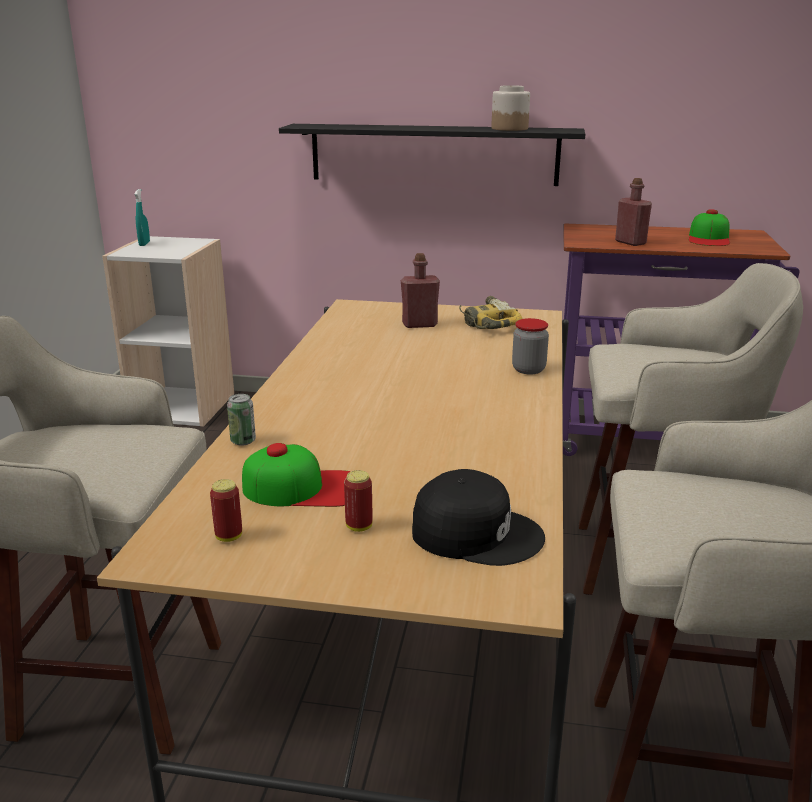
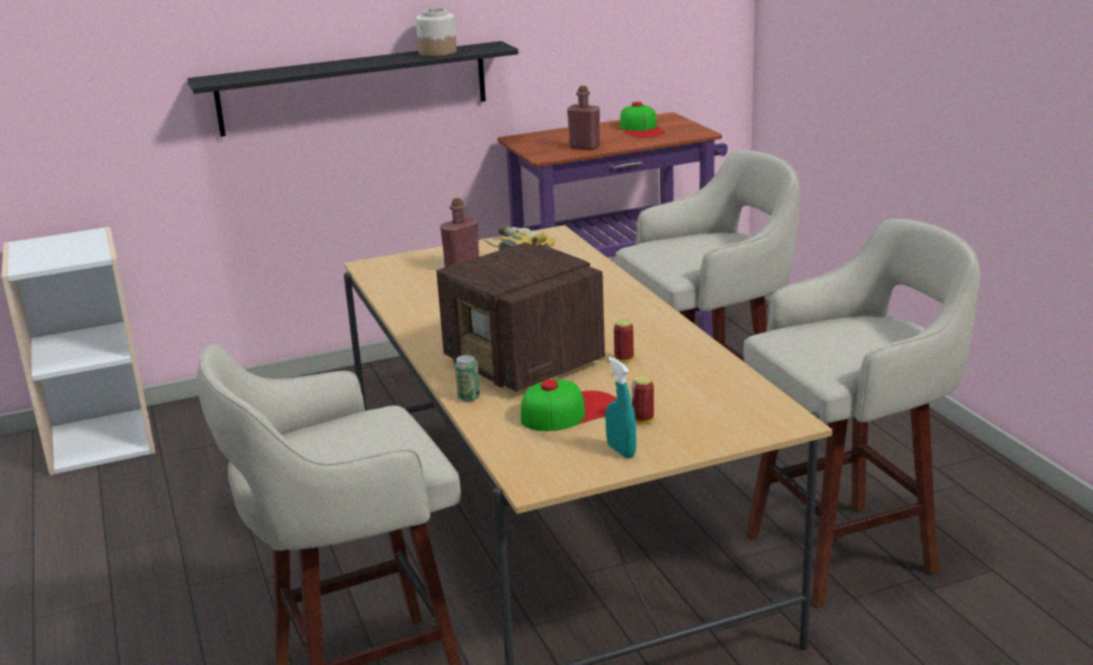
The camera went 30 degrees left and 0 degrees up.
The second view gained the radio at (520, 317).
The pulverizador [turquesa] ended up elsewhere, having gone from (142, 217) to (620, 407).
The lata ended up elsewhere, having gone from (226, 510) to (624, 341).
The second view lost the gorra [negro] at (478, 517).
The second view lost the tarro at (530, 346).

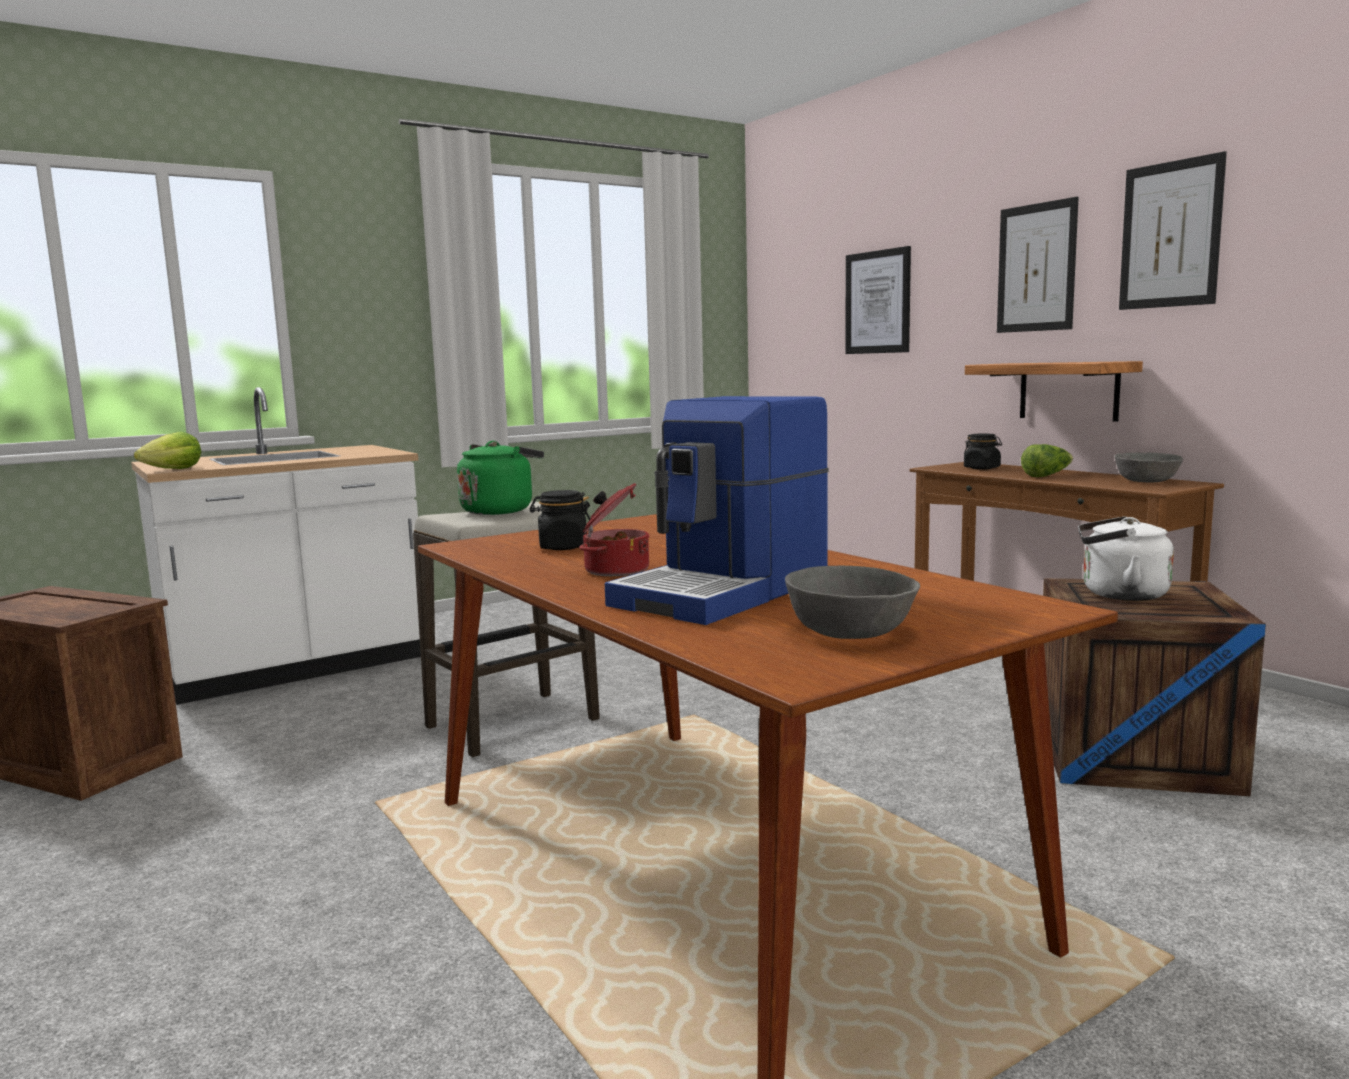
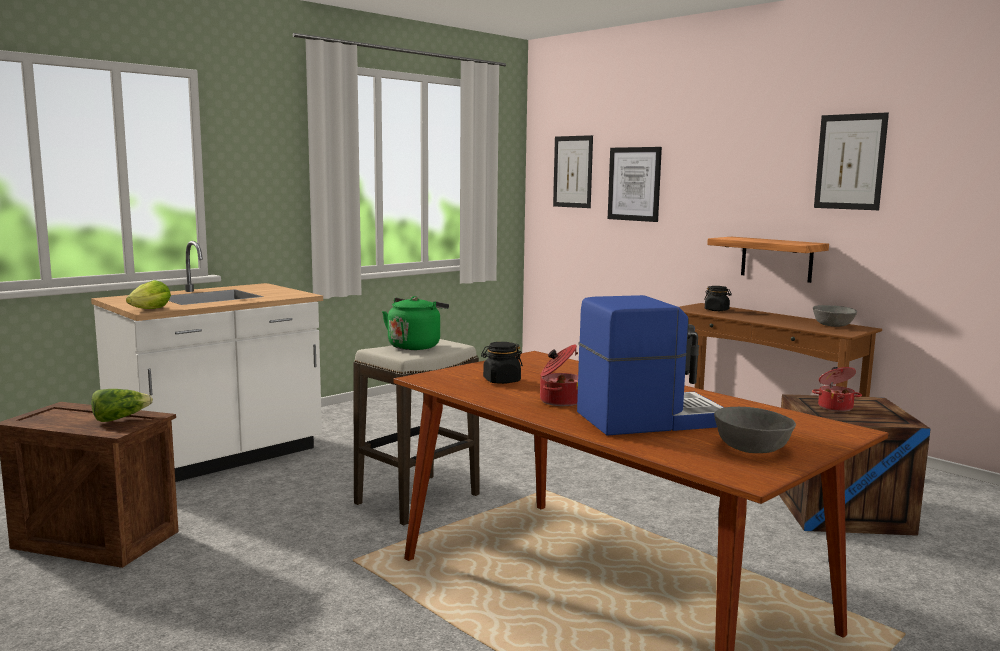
The camera went 10 degrees left and 0 degrees up.
The lechuga ended up elsewhere, having gone from (1047, 460) to (122, 405).
The cuadro ended up elsewhere, having gone from (1038, 265) to (573, 171).
The cafetera at (717, 510) ended up facing another way, 135 degrees counterclockwise from before.
Where the hervidor [blanco] stood at (1126, 558), the olla came to stand at (837, 389).

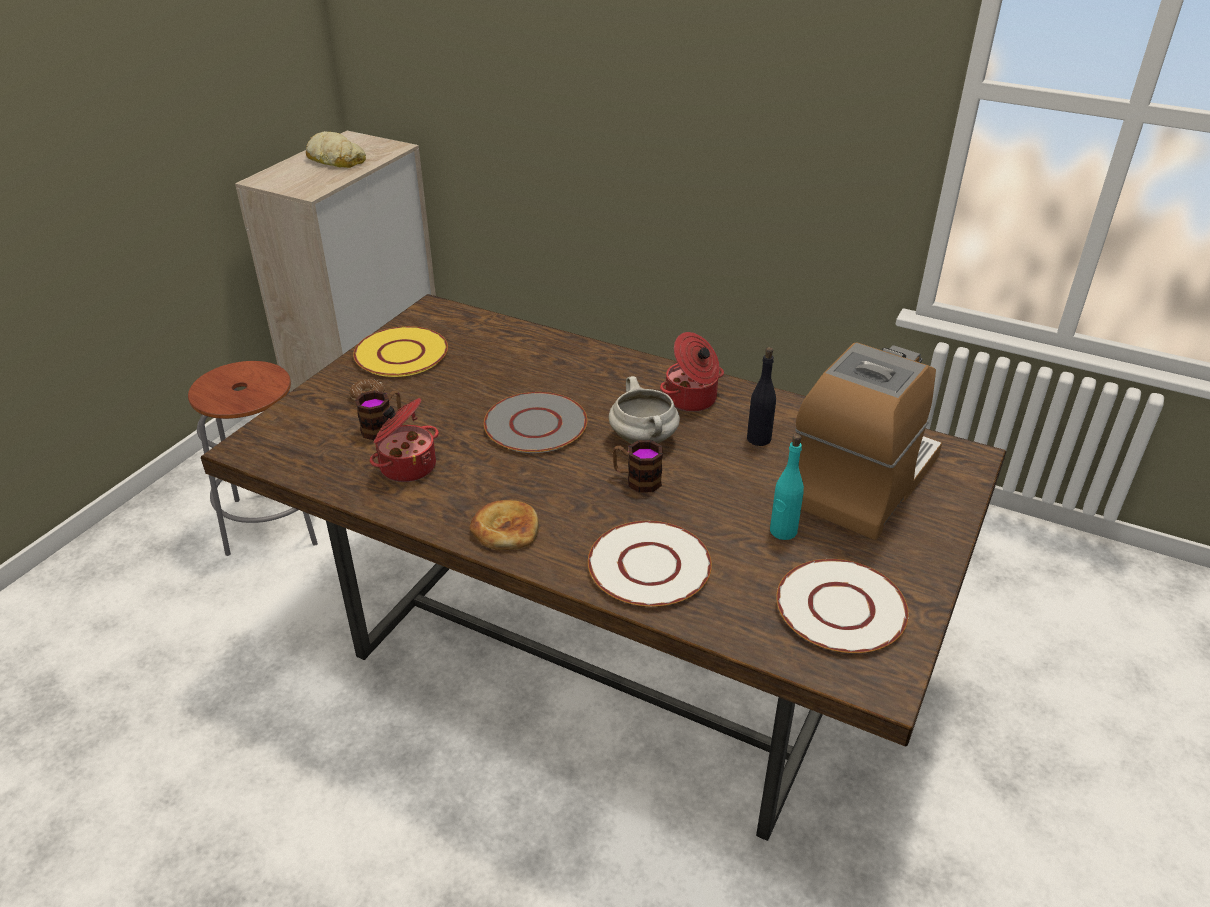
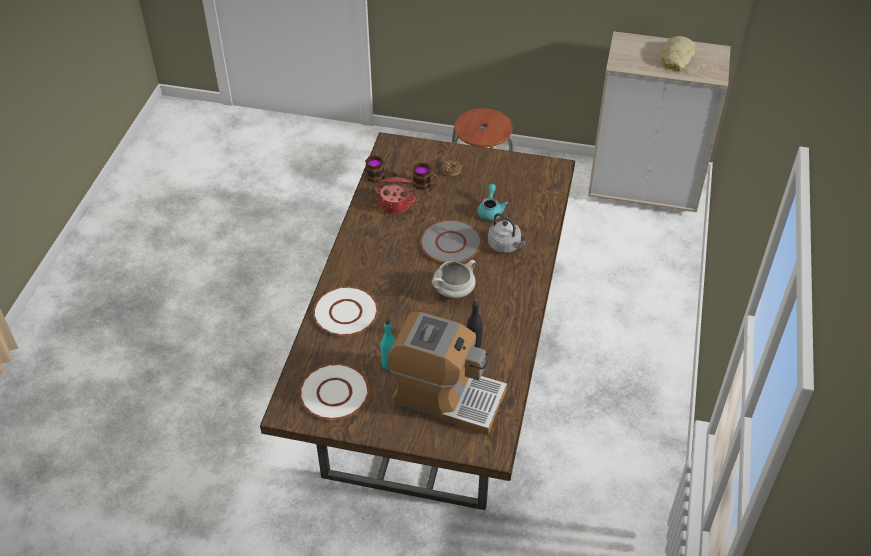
The camera went 75 degrees right and 10 degrees up.
The taza grande ended up elsewhere, having gone from (638, 466) to (374, 167).
The second view gained the tetera [turquesa] at (493, 202).
The second view gained the hervidor [gris] at (507, 233).
The second view lost the plato [amarillo] at (400, 351).
The second view lost the pan at (504, 525).
The second view lost the olla at (692, 372).

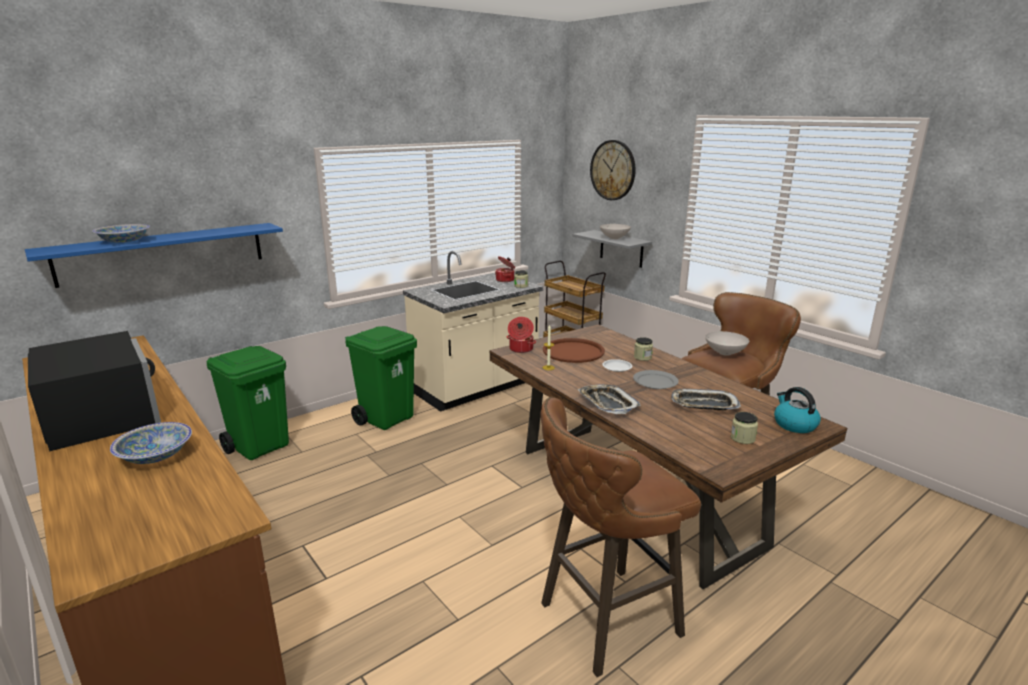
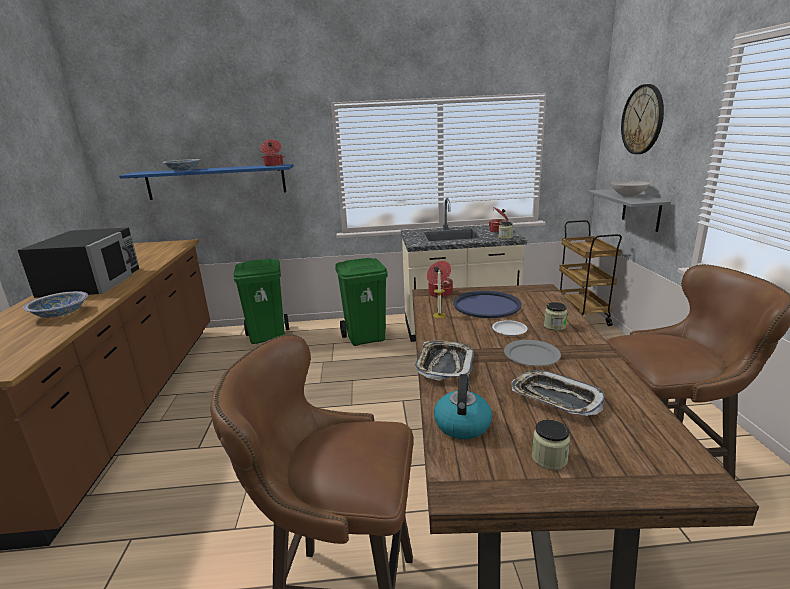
The camera went 35 degrees right and 0 degrees up.
The second view gained the olla at (273, 153).
The hervidor ended up elsewhere, having gone from (797, 410) to (463, 406).
What was the bandeja [marrón] at (574, 350) turned into the bandeja [azul] at (487, 304).
The second view lost the cuenco [blanco] at (727, 343).

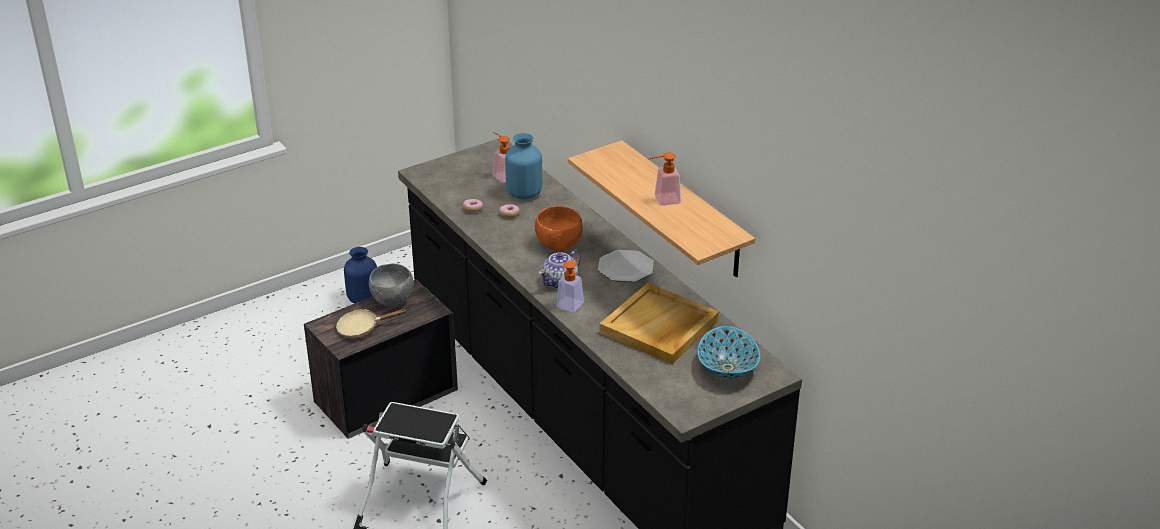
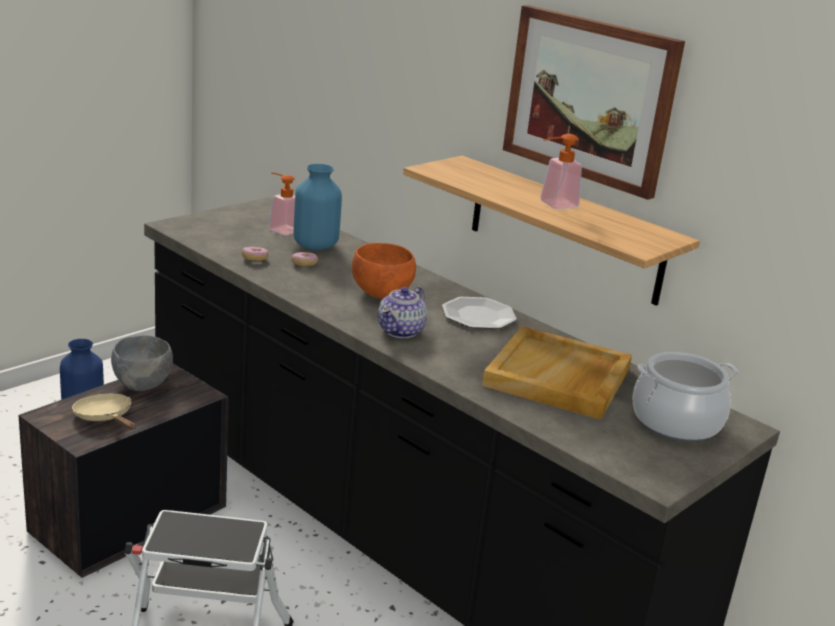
The camera went 15 degrees left and 10 degrees down.
The sartén [beis] at (371, 323) ended up facing another way, 75 degrees clockwise from before.
The second view gained the cuadro at (594, 102).
Where the cuenco stood at (728, 352), the olla came to stand at (685, 397).
The second view lost the dispensador de jabón at (570, 283).

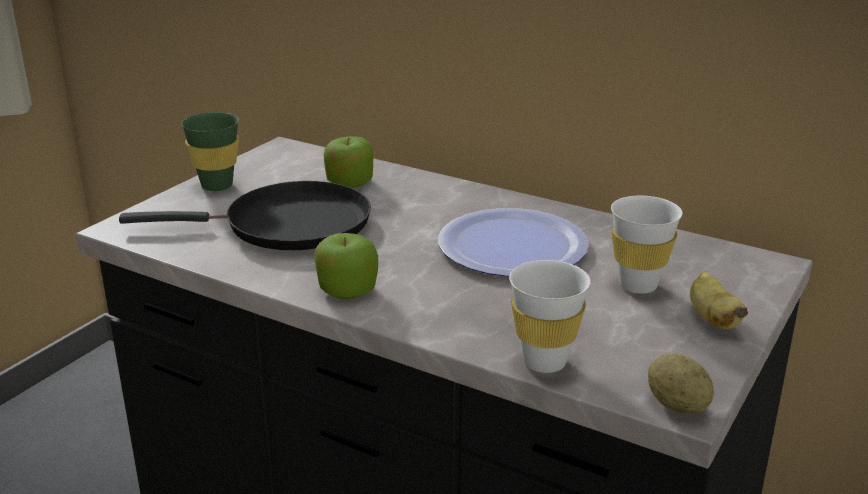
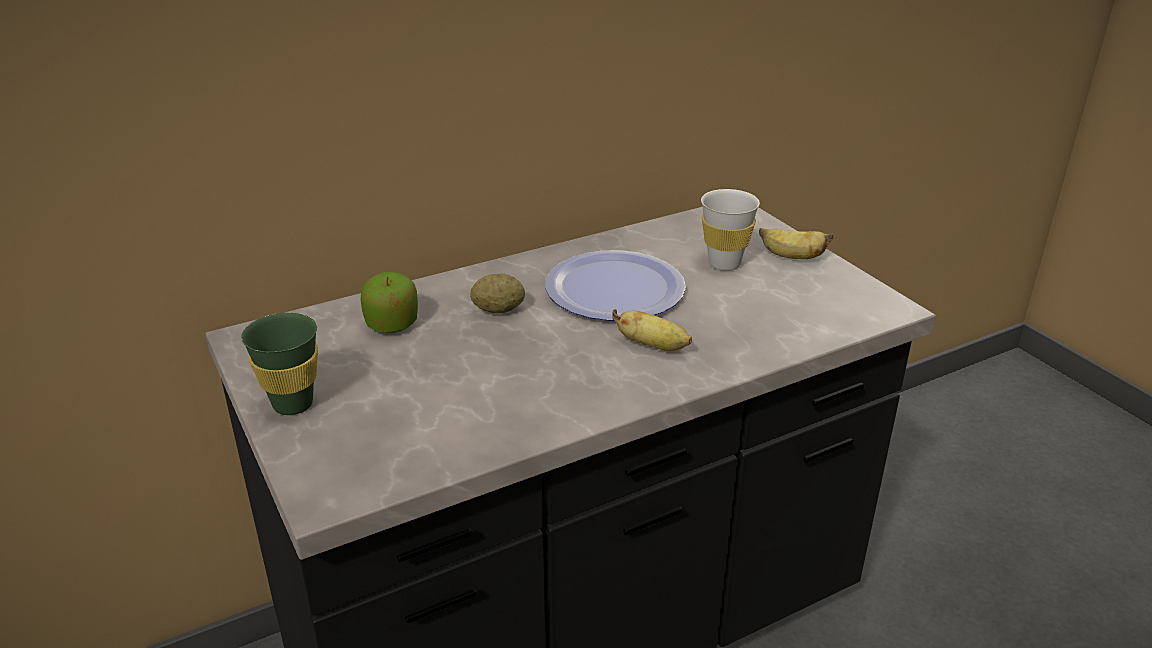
The camera went 60 degrees left and 5 degrees up.
The patata ended up elsewhere, having gone from (681, 384) to (497, 293).
The second view gained the plátano at (652, 330).
The second view lost the sartén [negro] at (245, 215).
The second view lost the manzana at (346, 266).
The second view lost the taza [blanco] at (550, 316).

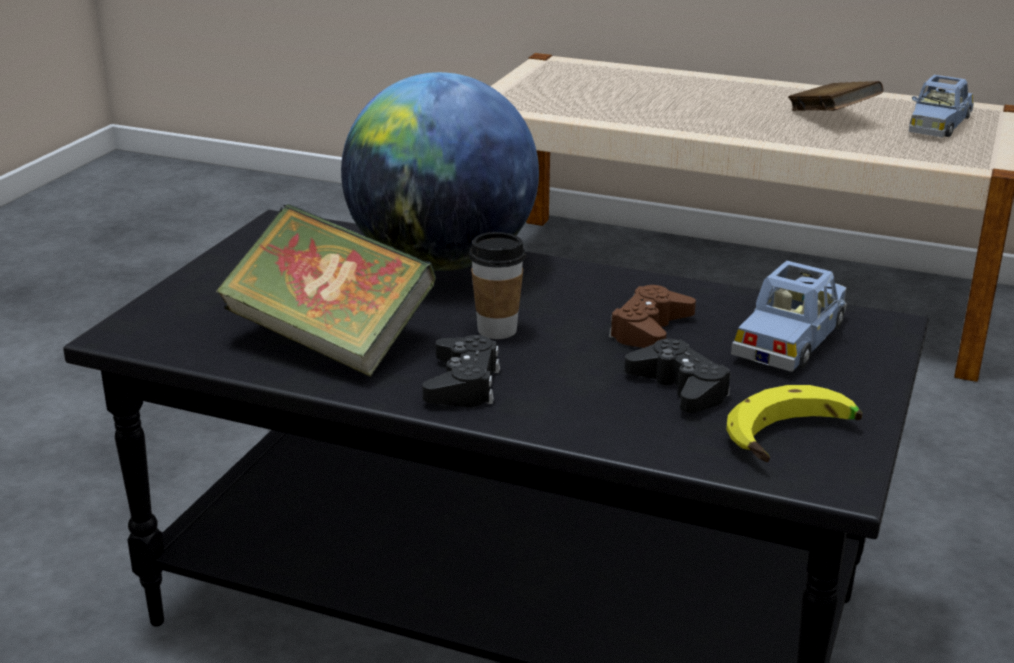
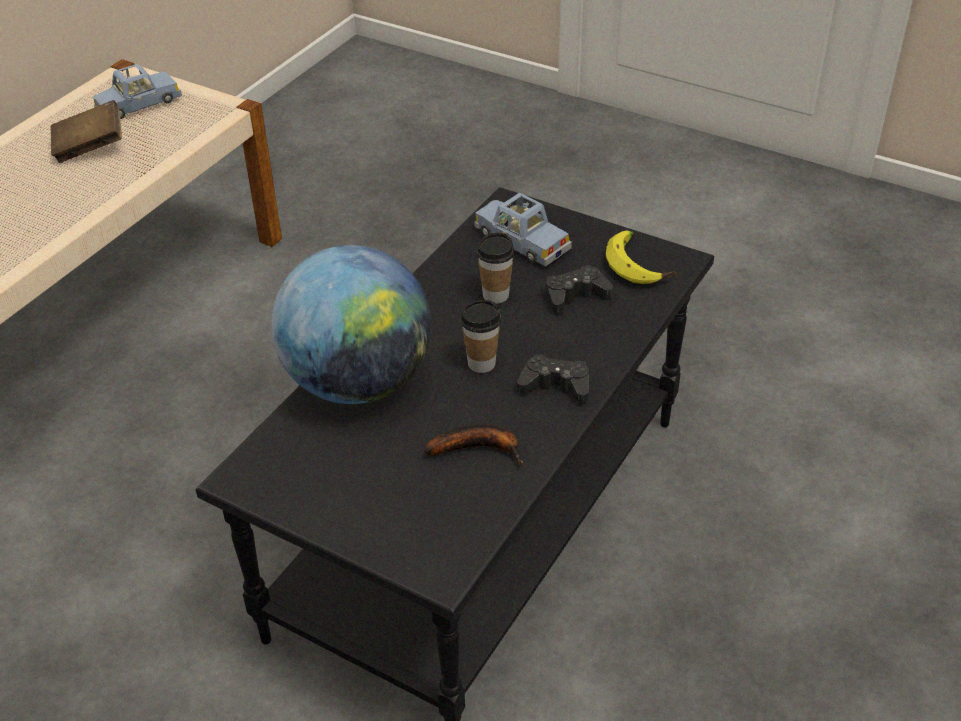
The camera went 80 degrees left and 15 degrees up.
The coche de juguete [azul] at (941, 106) ended up facing another way, 105 degrees clockwise from before.
Where the libro stood at (326, 290), the plátano came to stand at (473, 446).
Where the mando de consola [marrón] stood at (652, 316), the taza came to stand at (495, 268).

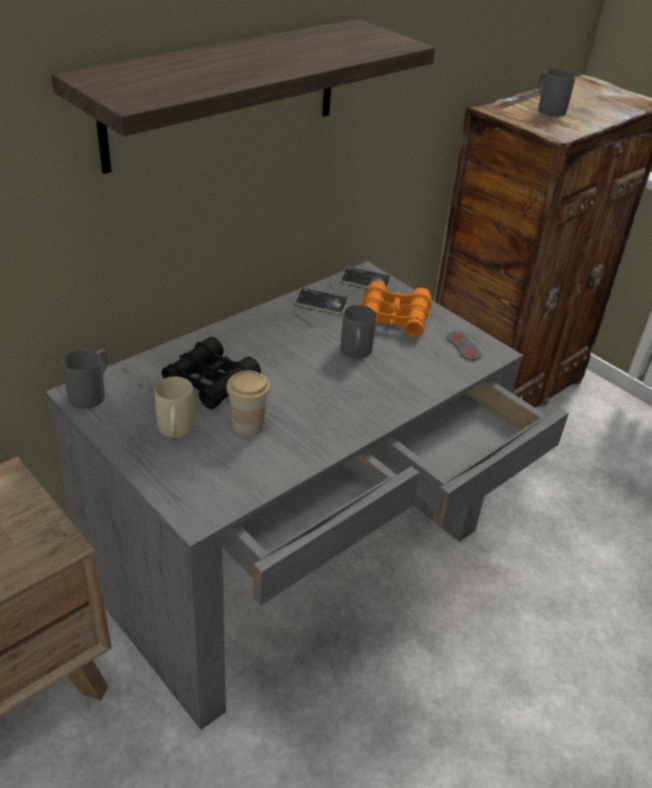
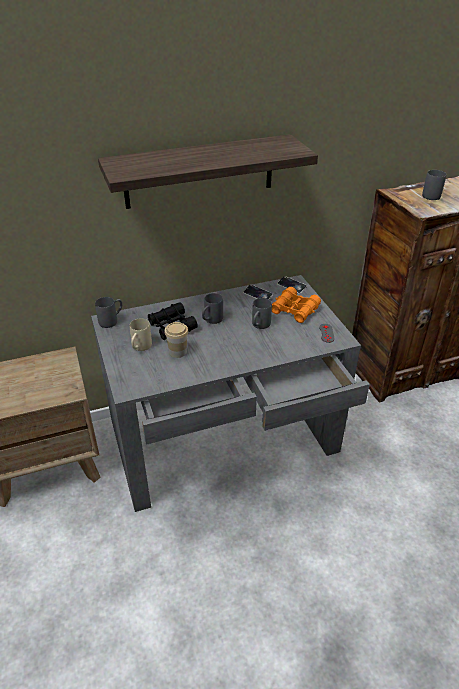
The camera went 25 degrees right and 0 degrees up.
The second view gained the taza grande [gris] at (212, 308).

